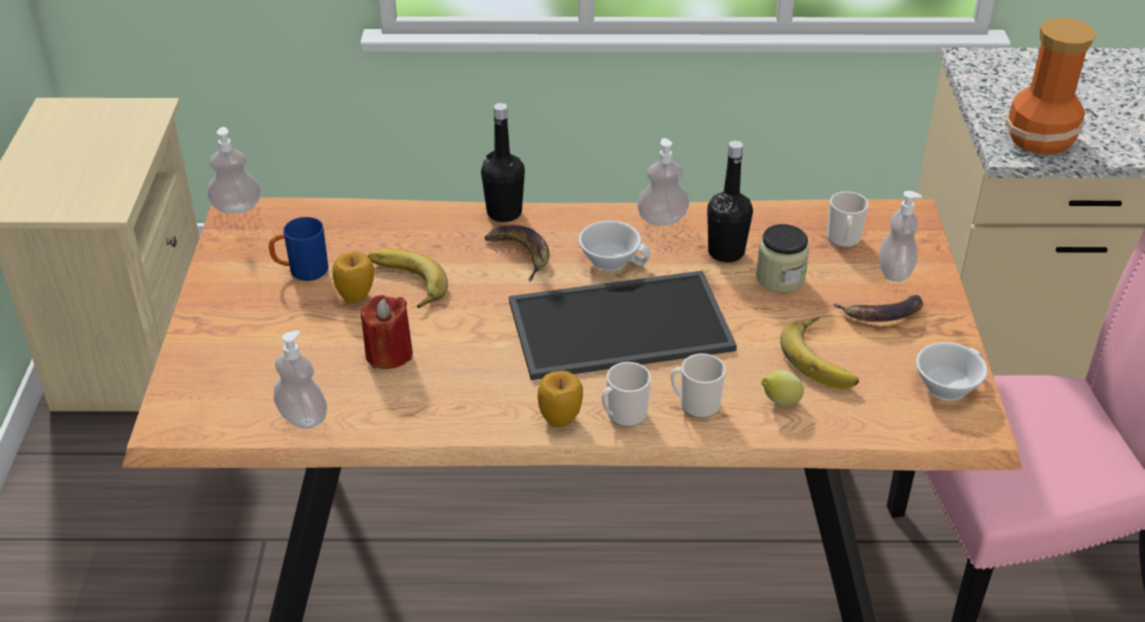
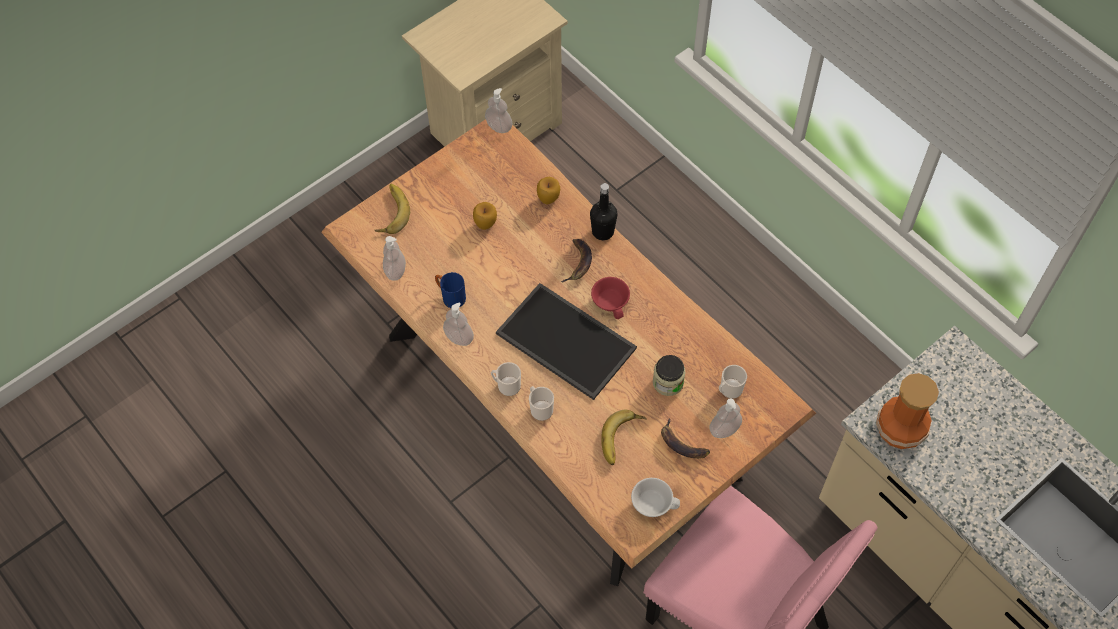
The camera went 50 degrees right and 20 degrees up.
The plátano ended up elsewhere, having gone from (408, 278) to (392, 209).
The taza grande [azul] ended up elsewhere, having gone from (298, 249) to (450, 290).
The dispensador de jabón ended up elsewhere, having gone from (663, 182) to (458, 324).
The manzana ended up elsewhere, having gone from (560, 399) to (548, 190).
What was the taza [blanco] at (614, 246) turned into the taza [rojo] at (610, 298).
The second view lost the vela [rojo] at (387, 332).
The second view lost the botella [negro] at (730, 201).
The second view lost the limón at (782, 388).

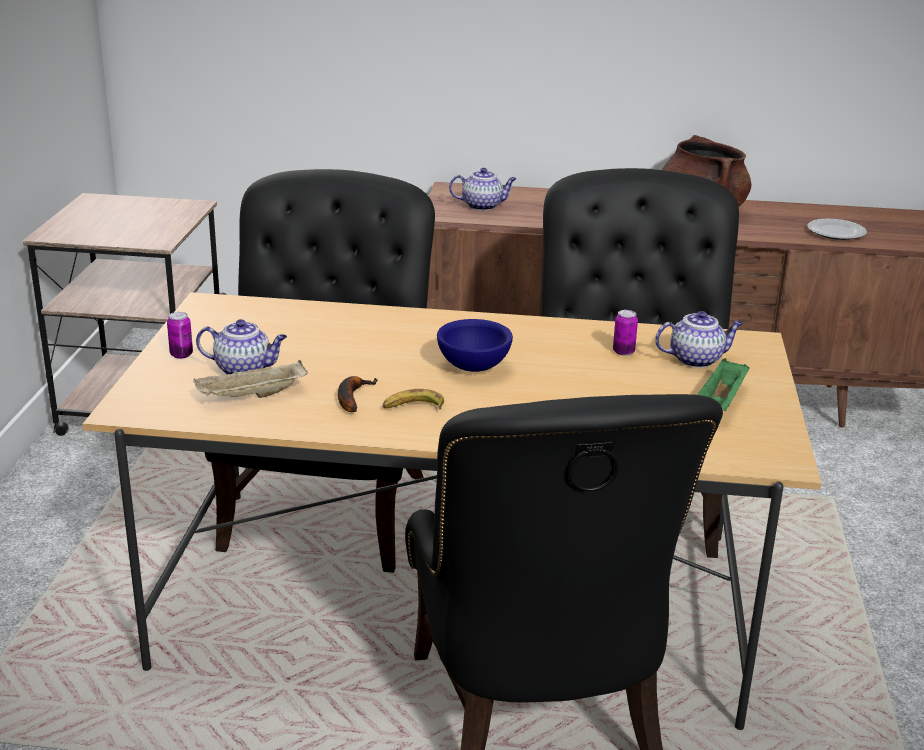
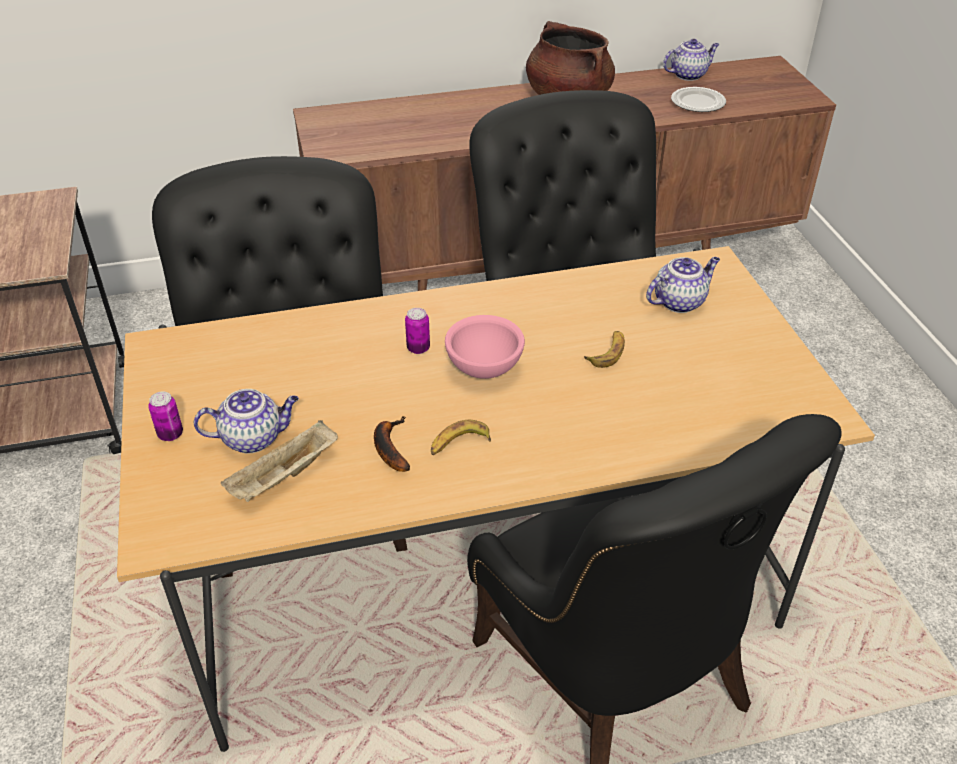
The camera went 20 degrees left and 15 degrees up.
The lata ended up elsewhere, having gone from (625, 333) to (417, 331).
What was the cuenco [azul] at (475, 345) turned into the cuenco [rosa] at (485, 347).
The second view gained the plátano at (604, 349).
The tetera ended up elsewhere, having gone from (483, 189) to (691, 60).
The second view lost the bandeja [verde] at (723, 384).

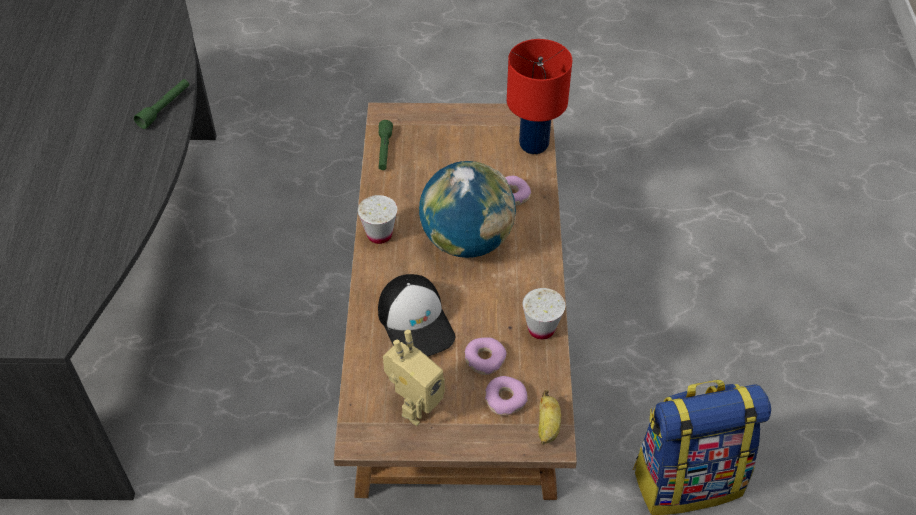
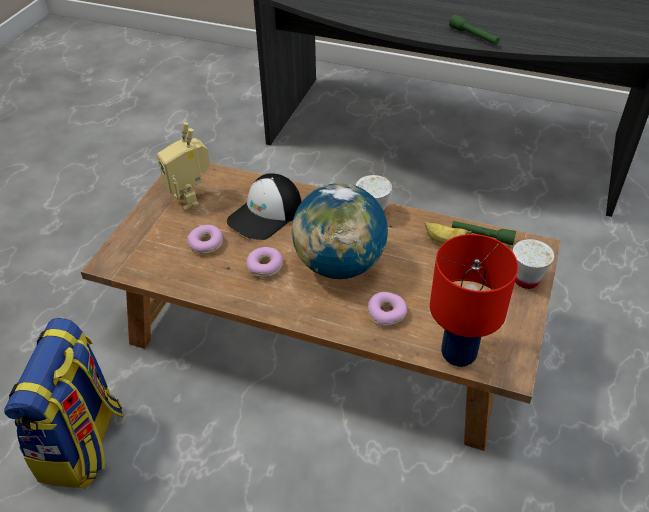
The camera went 110 degrees right and 5 degrees down.
The gorra at (416, 315) ended up facing another way, 45 degrees counterclockwise from before.
The rosquilla ended up elsewhere, having gone from (506, 395) to (264, 262).
The plátano ended up elsewhere, having gone from (549, 417) to (448, 233).
The taza [blanco] ended up elsewhere, having gone from (543, 314) to (533, 264).

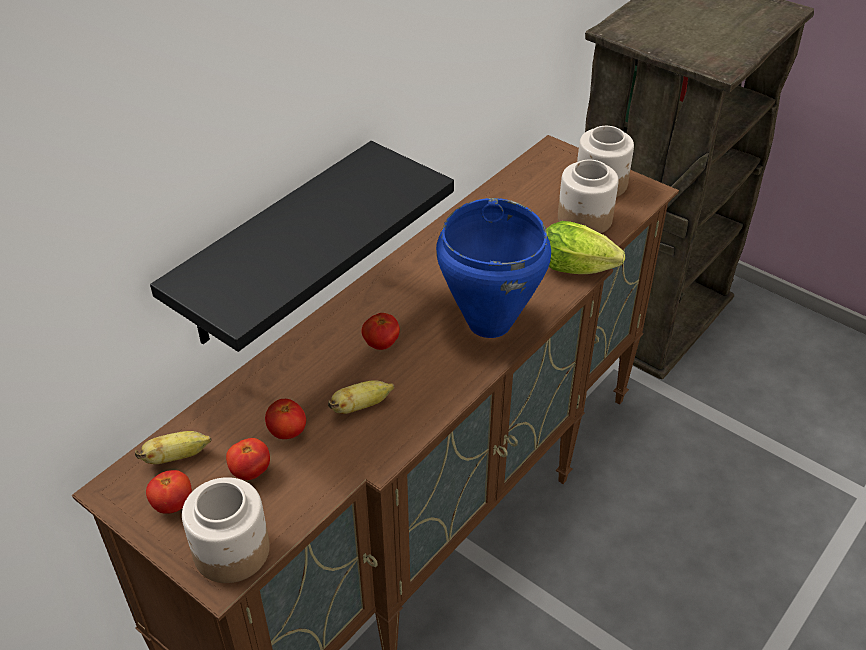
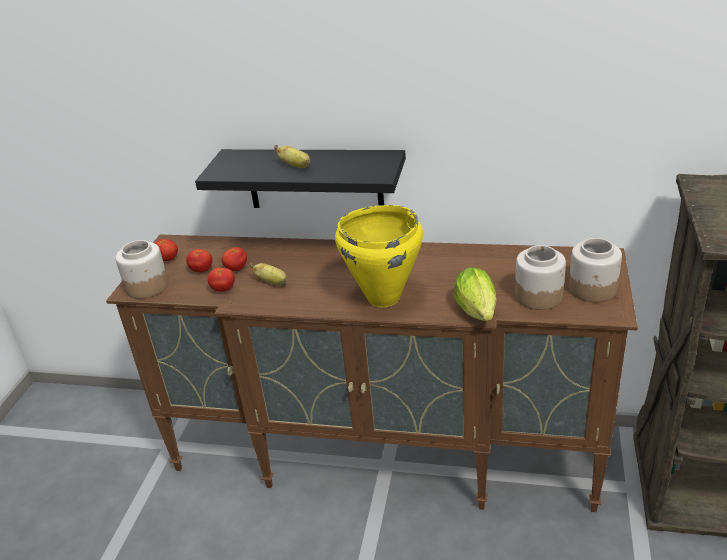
The camera went 65 degrees right and 10 degrees down.
The tomate ended up elsewhere, having gone from (380, 331) to (221, 280).
The plátano ended up elsewhere, having gone from (173, 447) to (292, 156).
What was the olla [azul] at (493, 268) turned into the olla [amarillo] at (379, 256).

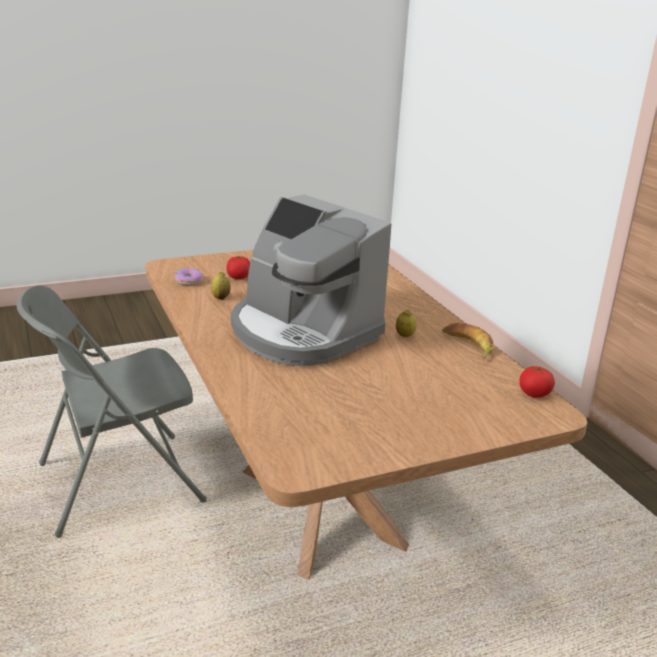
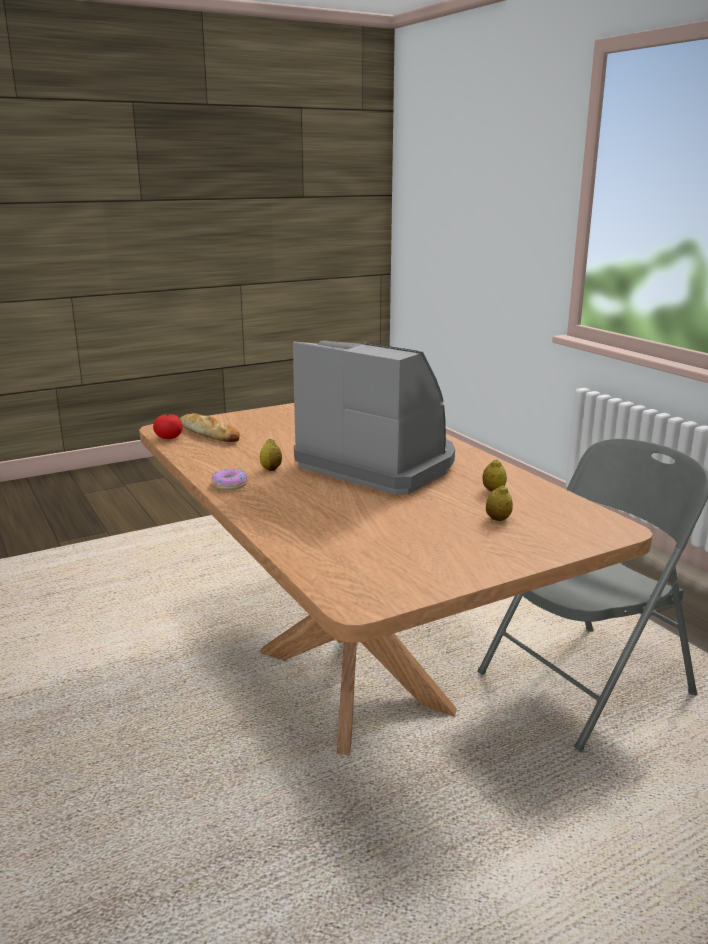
The camera went 175 degrees right and 5 degrees down.
The second view gained the pan at (210, 427).
The rosquilla ended up elsewhere, having gone from (189, 276) to (229, 479).
Where the tomate stood at (238, 267), the limón came to stand at (499, 503).
The second view lost the plátano at (468, 341).

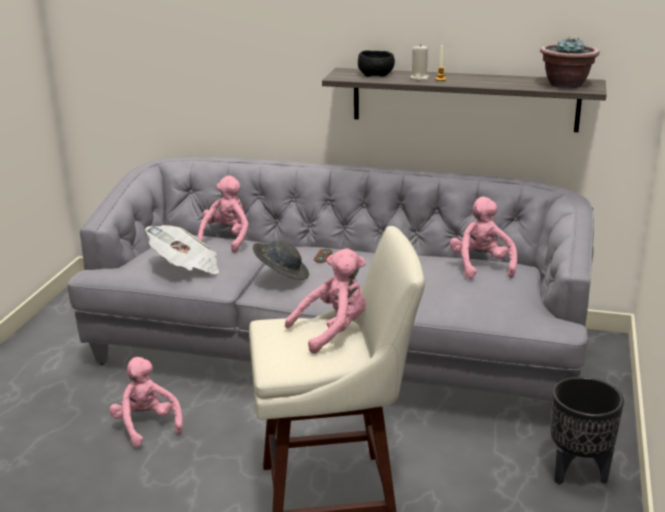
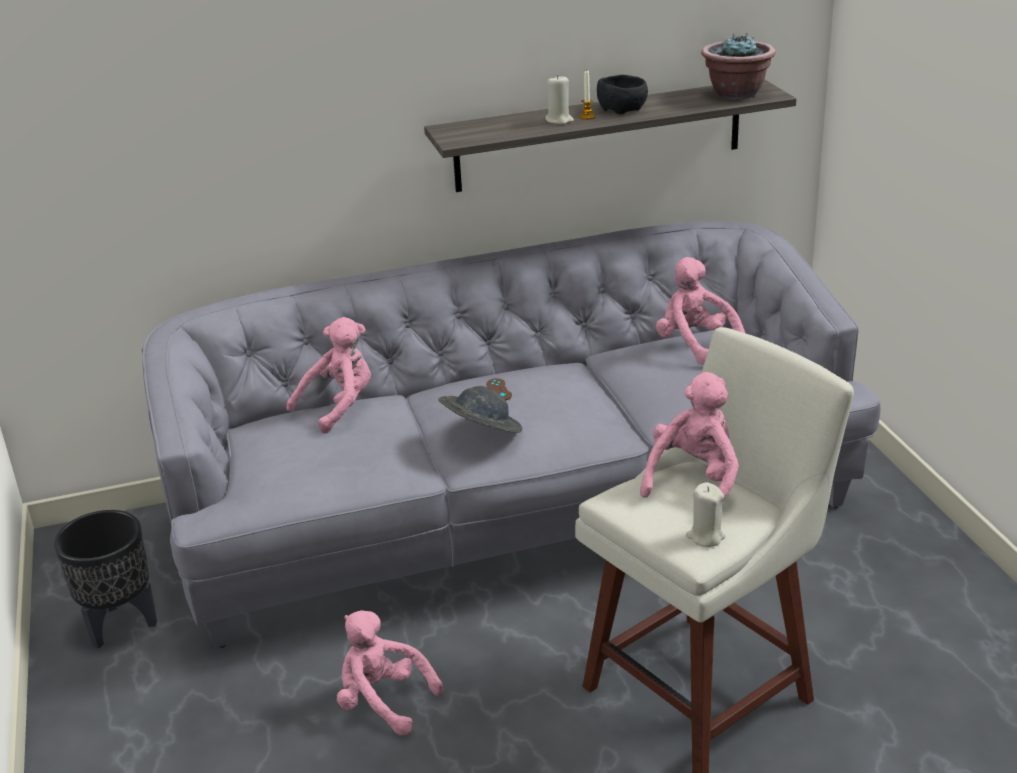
The camera went 30 degrees left and 5 degrees up.
The maceta [negro] ended up elsewhere, having gone from (587, 431) to (105, 579).
The peluche [rosa] at (223, 214) ended up facing another way, 60 degrees clockwise from before.
The cuenco [negro] ended up elsewhere, having gone from (376, 63) to (622, 94).
The second view gained the vela [beis] at (706, 515).
The second view lost the periódico at (182, 249).

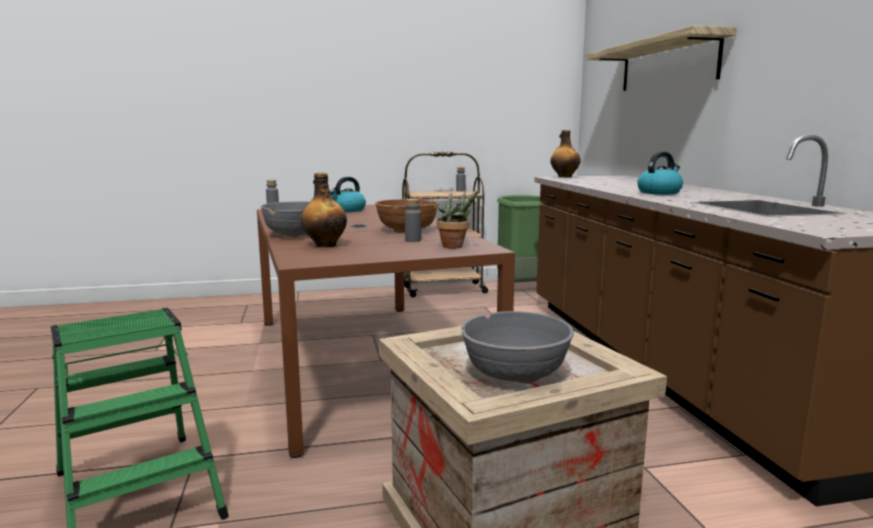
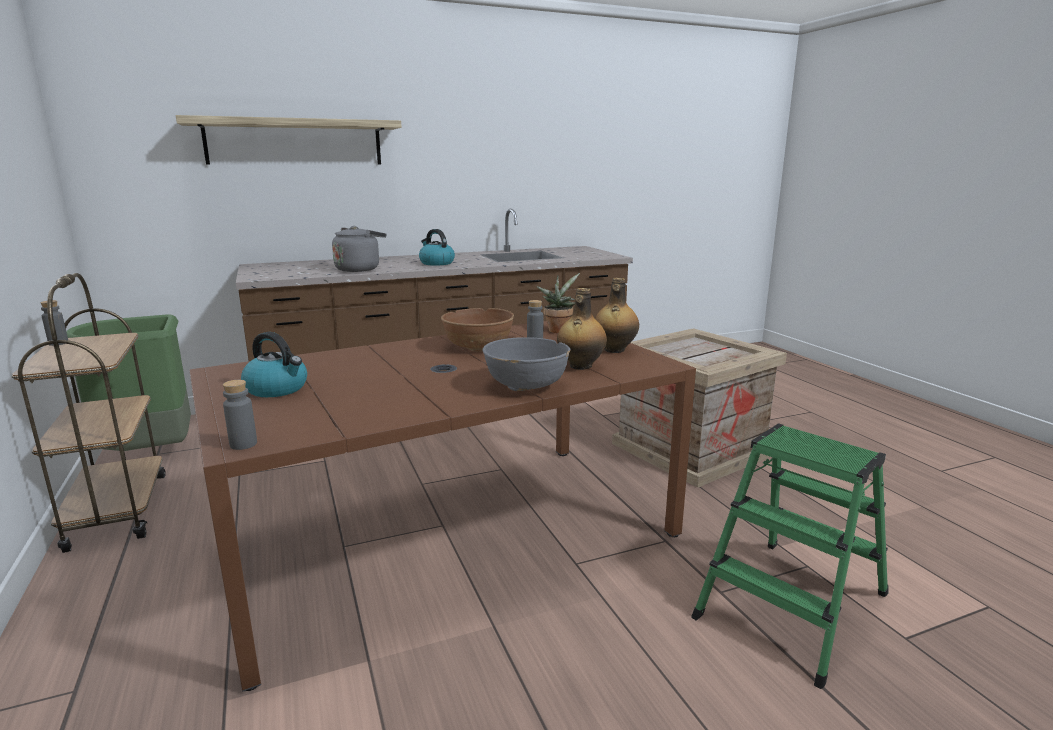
The camera went 100 degrees left and 5 degrees up.
The second view gained the hervidor [gris] at (359, 249).
The botella ended up elsewhere, having gone from (565, 154) to (617, 315).
The second view lost the cuenco [gris] at (518, 347).

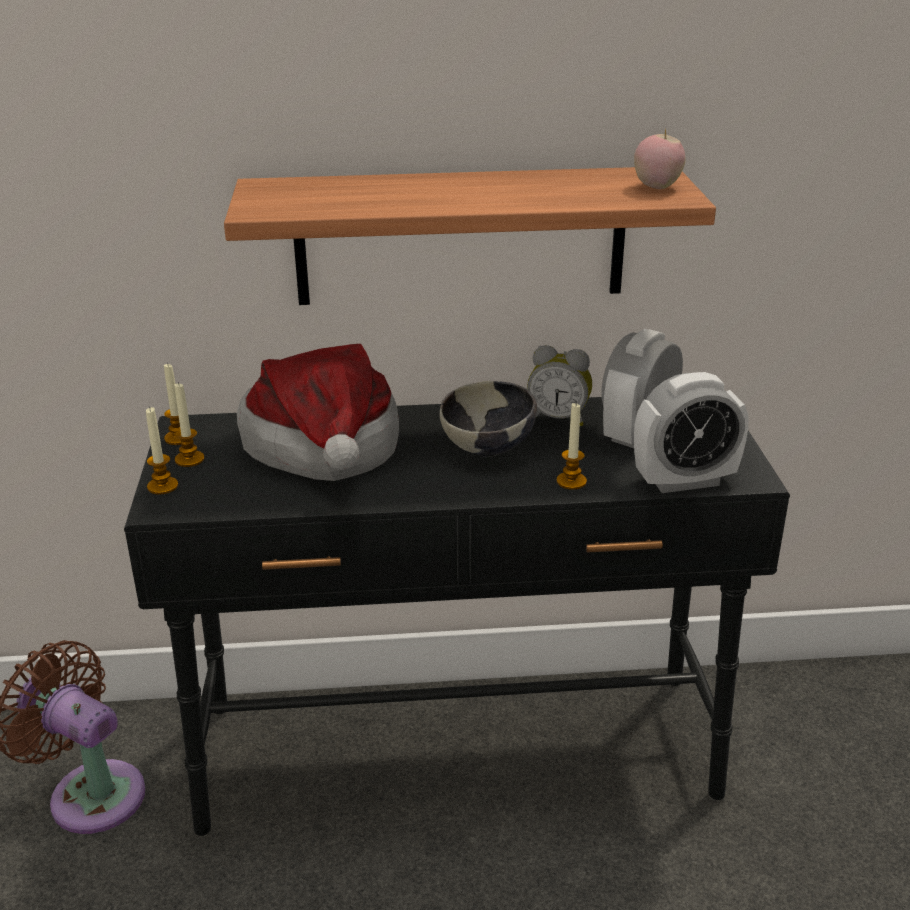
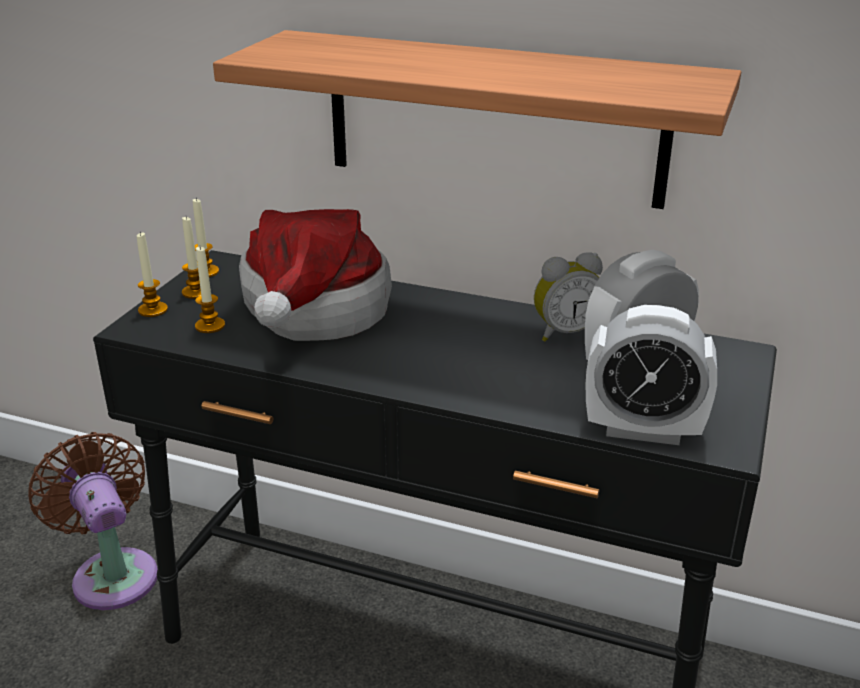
The camera went 25 degrees right and 0 degrees up.
The vela ended up elsewhere, having gone from (572, 446) to (210, 290).
The despertador at (559, 385) ended up facing another way, 60 degrees counterclockwise from before.
The second view lost the cuenco at (488, 419).
The second view lost the manzana at (659, 158).

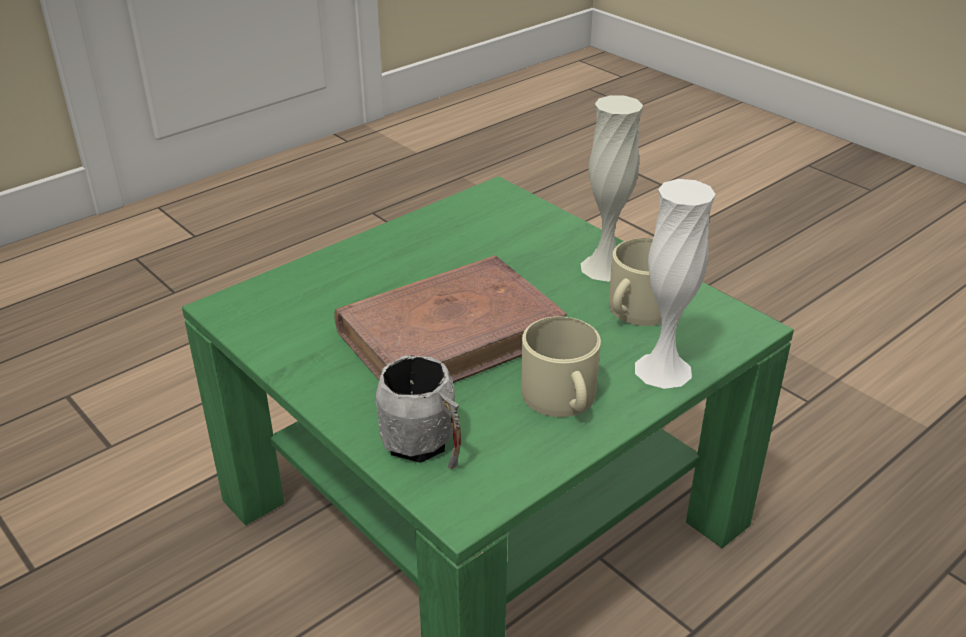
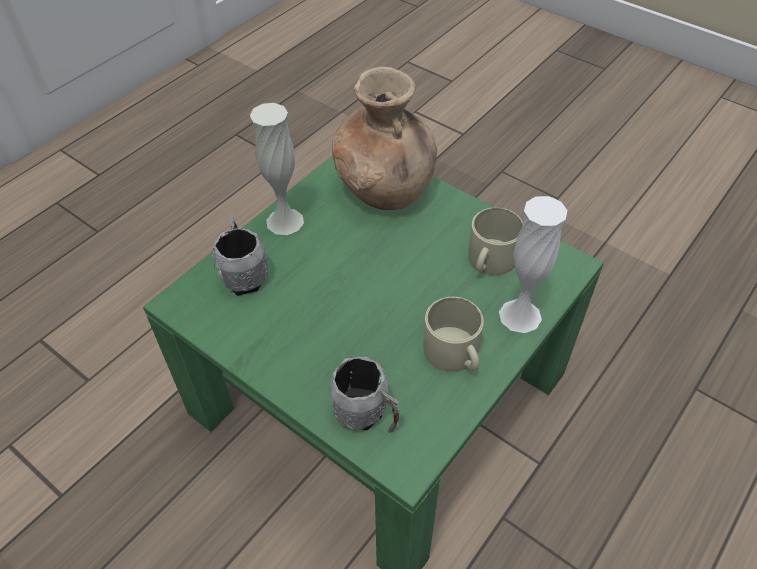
The camera went 10 degrees left and 15 degrees up.
The second view gained the taza grande [gris] at (240, 255).
The florero [blanco] ended up elsewhere, having gone from (612, 188) to (277, 169).
The second view gained the florero [marrón] at (384, 138).
The second view lost the libro [marrón] at (450, 319).

